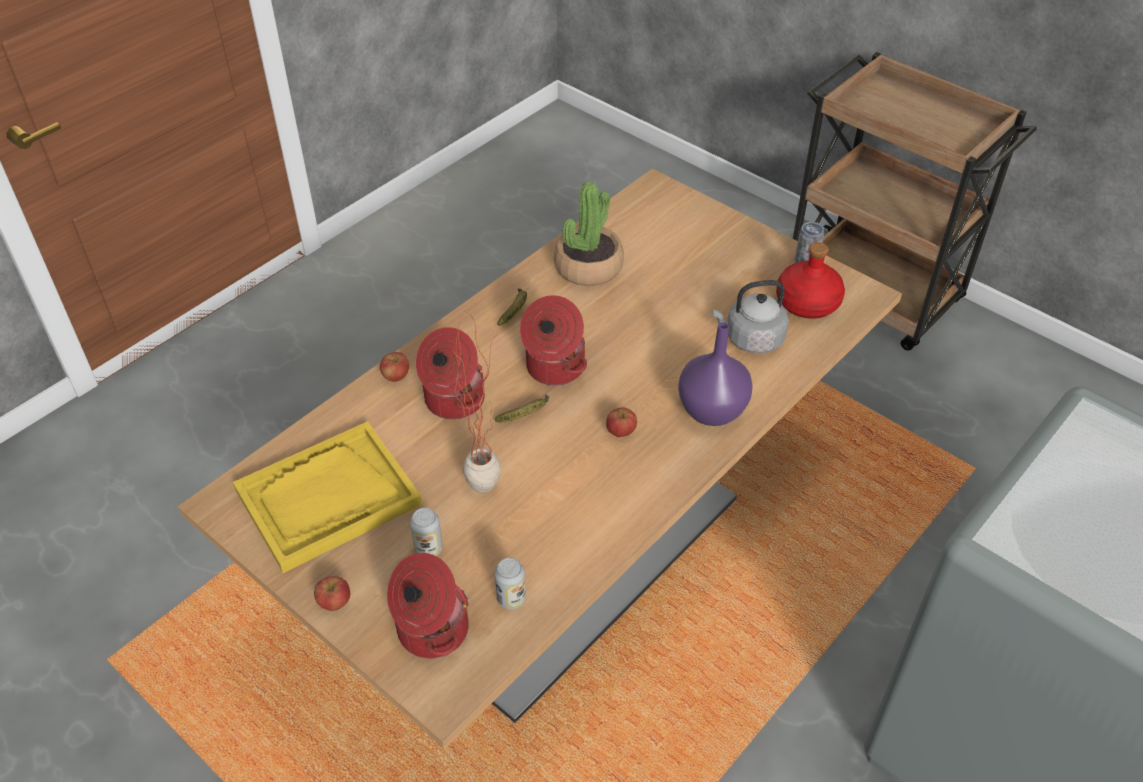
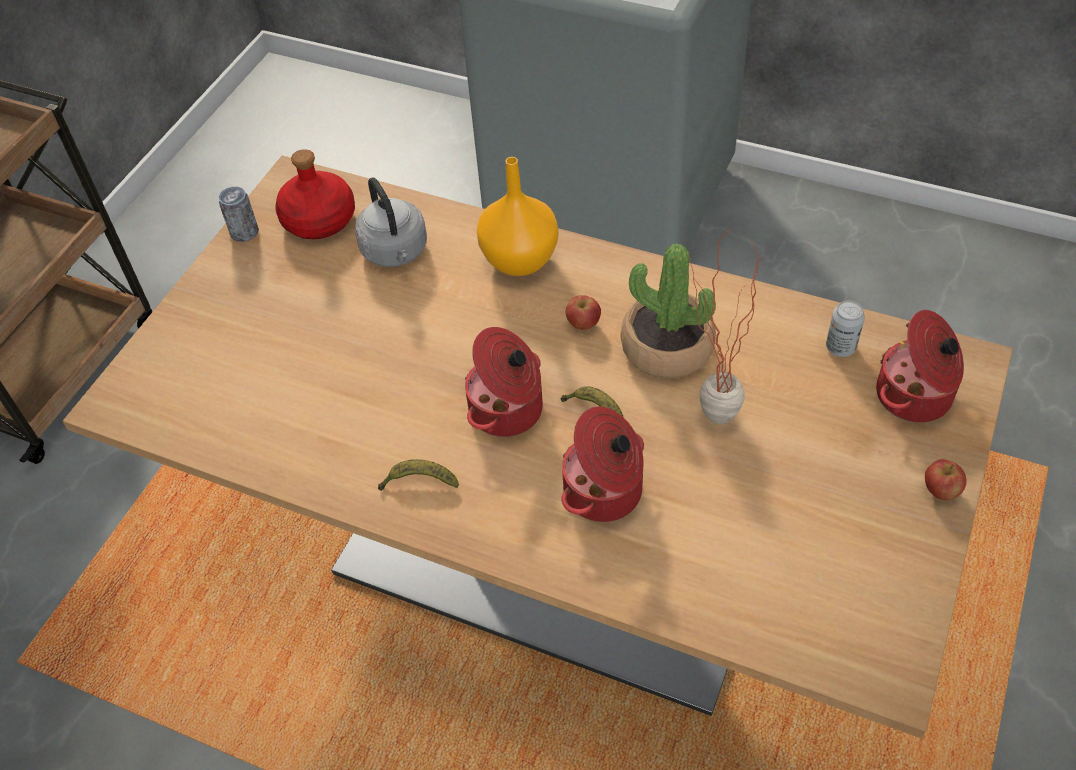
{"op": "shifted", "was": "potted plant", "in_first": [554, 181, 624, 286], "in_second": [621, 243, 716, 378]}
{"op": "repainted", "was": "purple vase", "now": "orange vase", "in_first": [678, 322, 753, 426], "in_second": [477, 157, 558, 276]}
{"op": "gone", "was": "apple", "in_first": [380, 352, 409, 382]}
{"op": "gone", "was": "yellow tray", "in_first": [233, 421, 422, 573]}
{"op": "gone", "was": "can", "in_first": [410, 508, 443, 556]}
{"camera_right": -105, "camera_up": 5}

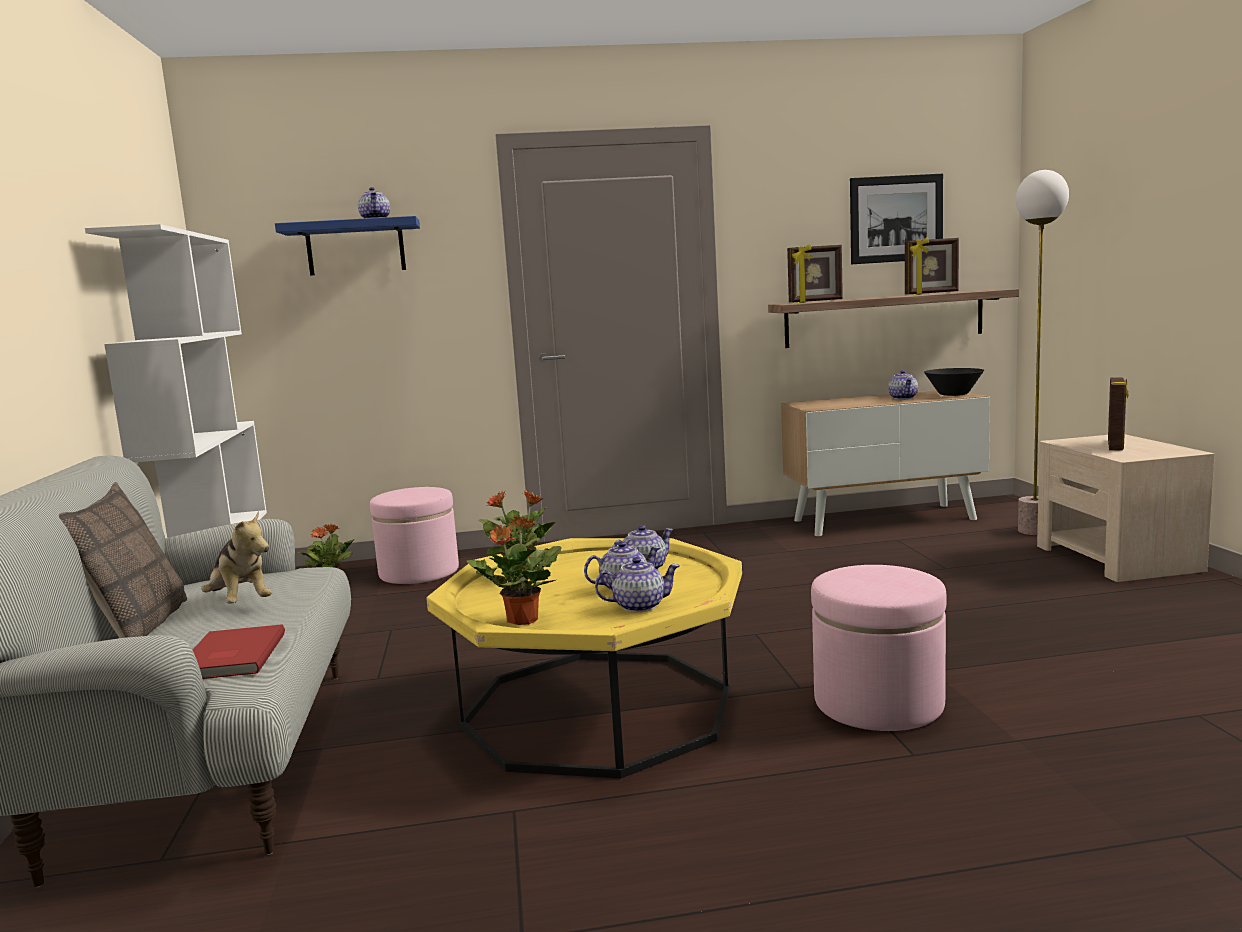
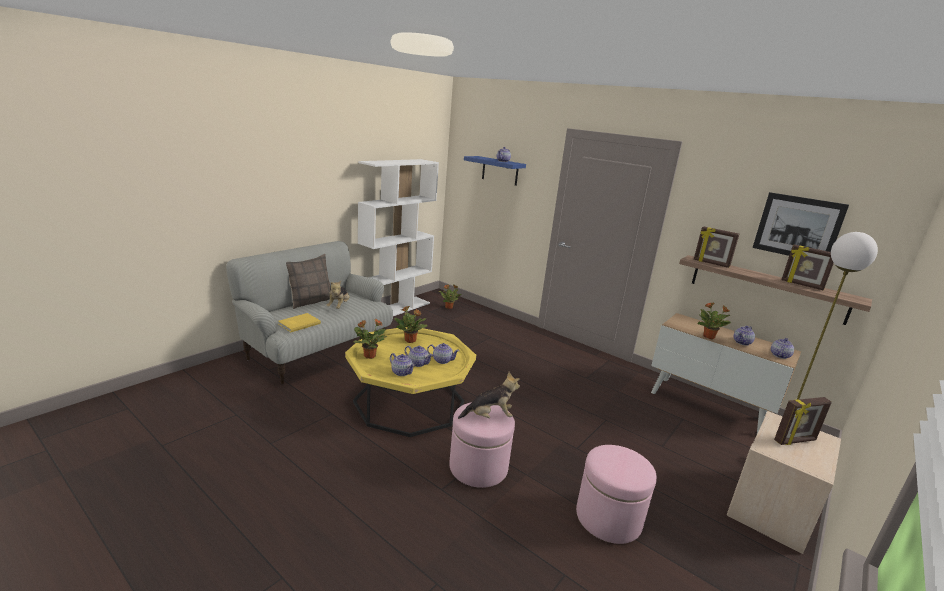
{"op": "swapped", "was": "black bowl", "now": "teapot", "in_first": [924, 368, 984, 396], "in_second": [771, 338, 794, 359]}
{"op": "shifted", "was": "pink ottoman", "in_first": [370, 487, 459, 584], "in_second": [576, 445, 657, 544]}
{"op": "repainted", "was": "red book", "now": "yellow book", "in_first": [193, 624, 285, 679], "in_second": [278, 313, 321, 332]}
{"op": "new", "now": "potted plant", "in_second": [697, 302, 730, 339]}
{"op": "new", "now": "plush toy", "in_second": [458, 372, 520, 419]}
{"camera_right": 45, "camera_up": 10}

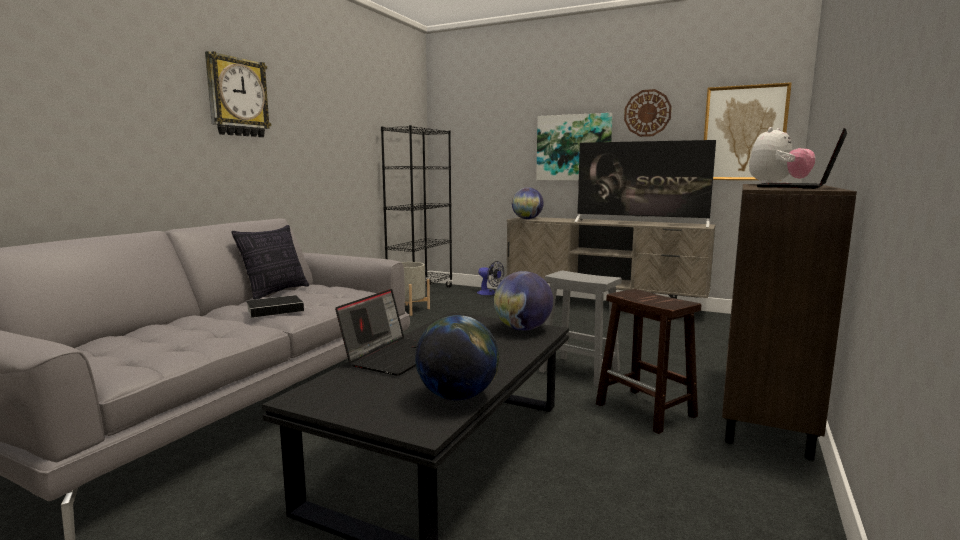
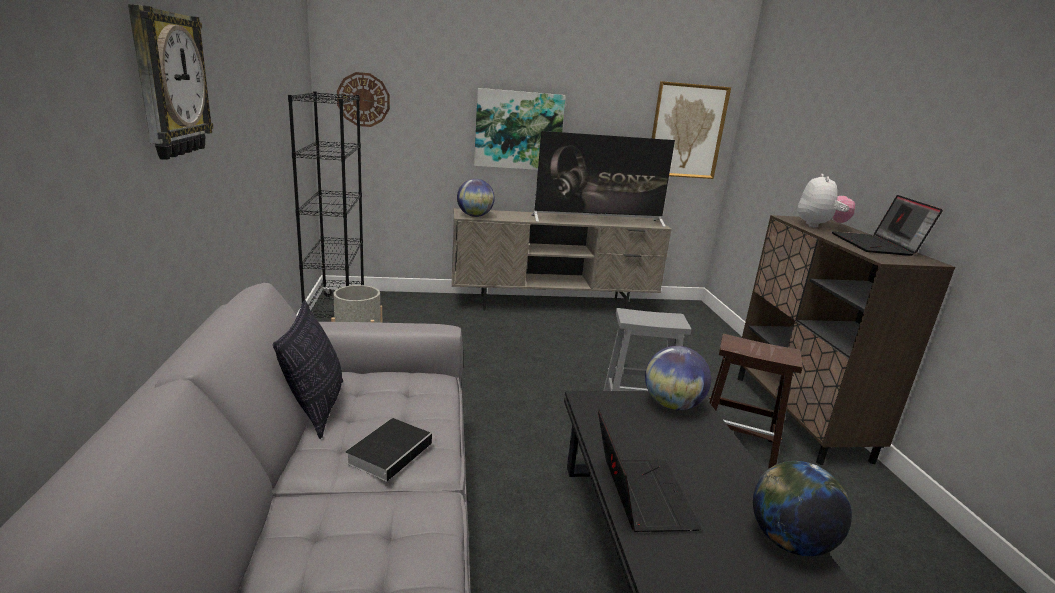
{"op": "shifted", "was": "wall clock", "in_first": [624, 89, 672, 137], "in_second": [337, 72, 390, 127]}
{"op": "gone", "was": "fan", "in_first": [477, 261, 504, 295]}
{"camera_right": -35, "camera_up": 10}

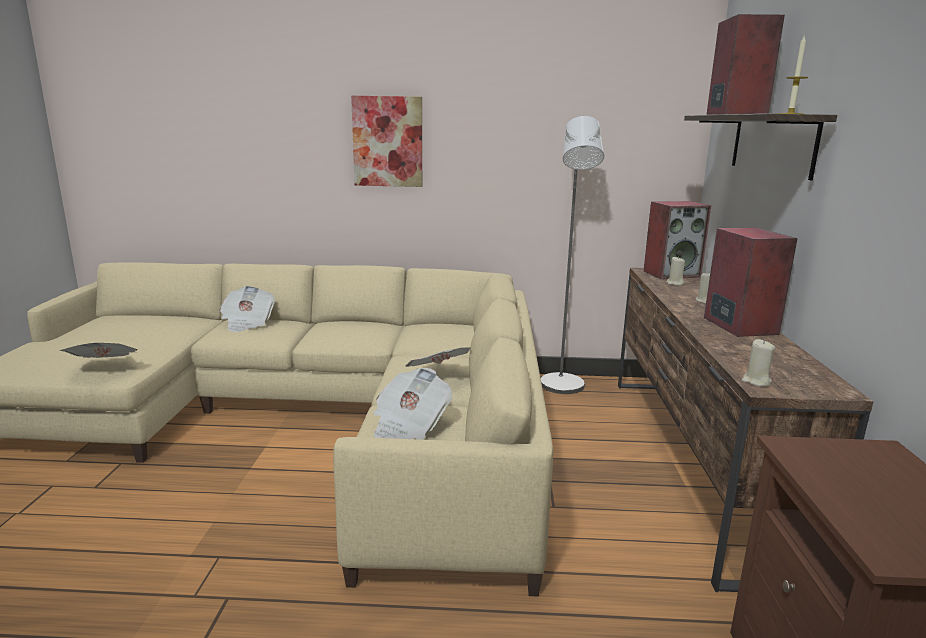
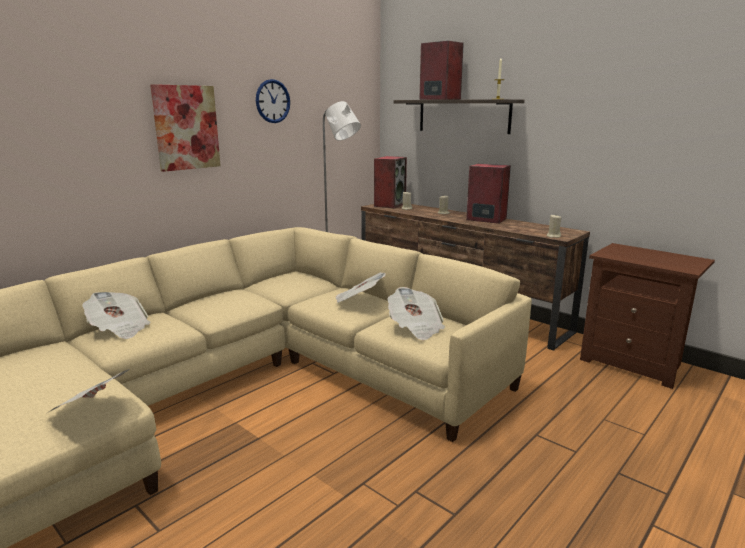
{"op": "new", "now": "wall clock", "in_second": [256, 79, 290, 123]}
{"camera_right": -50, "camera_up": 0}

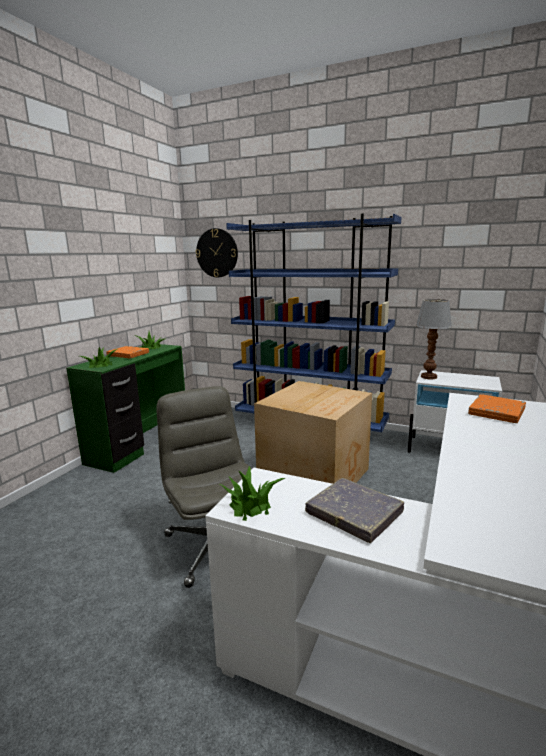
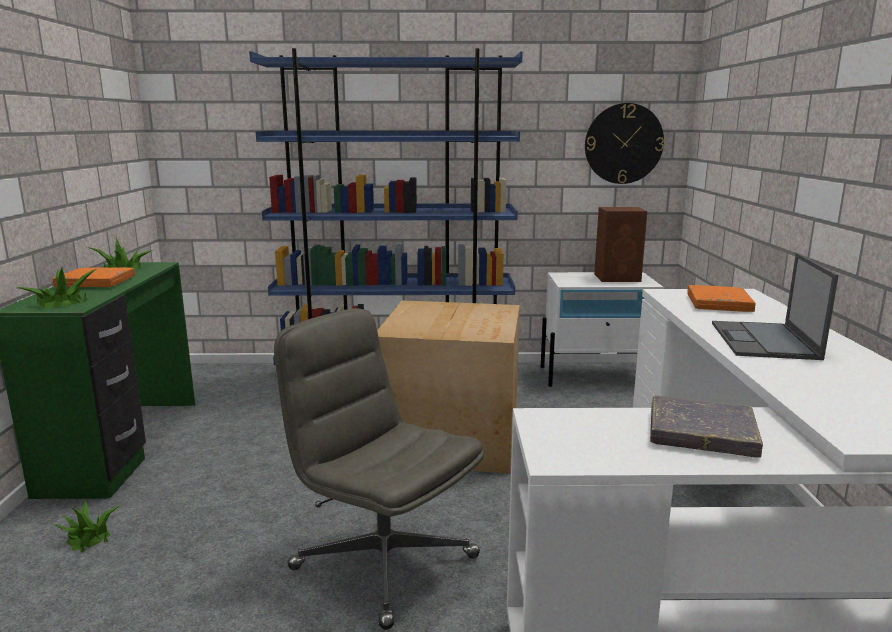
{"op": "shifted", "was": "wall clock", "in_first": [196, 228, 238, 277], "in_second": [585, 103, 664, 184]}
{"op": "gone", "was": "table lamp", "in_first": [416, 299, 452, 379]}
{"op": "shifted", "was": "potted plant", "in_first": [220, 466, 285, 521], "in_second": [53, 500, 121, 553]}
{"op": "new", "now": "brown speaker", "in_second": [594, 207, 647, 282]}
{"op": "new", "now": "laptop", "in_second": [712, 253, 839, 360]}
{"camera_right": -25, "camera_up": 0}

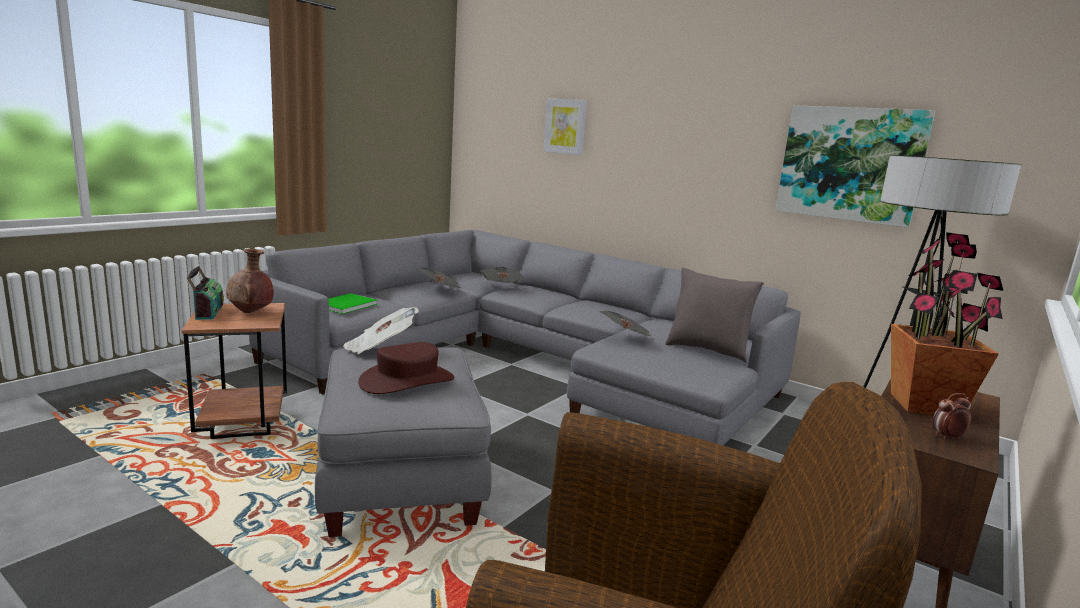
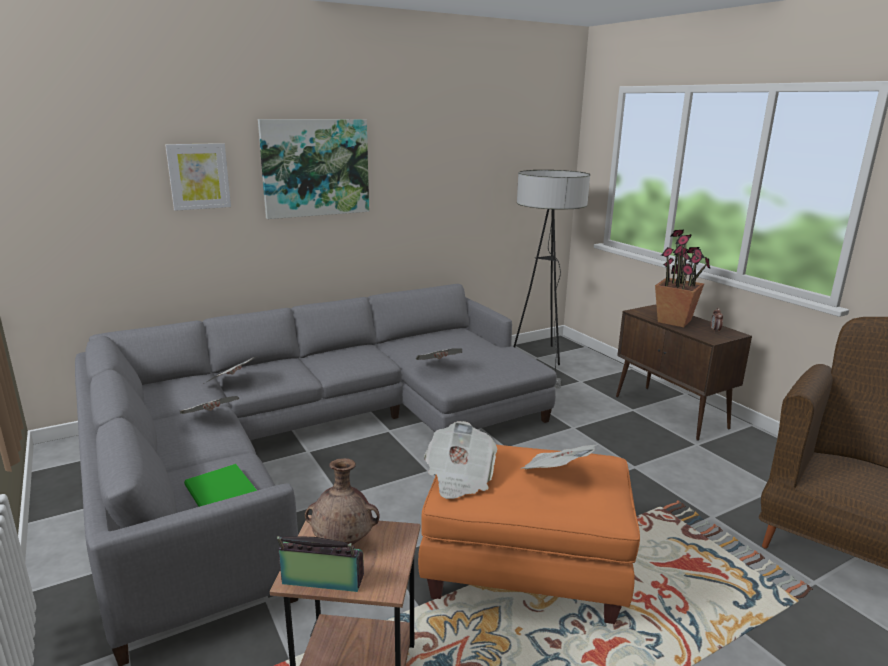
{"op": "shifted", "was": "picture", "in_first": [775, 105, 935, 228], "in_second": [258, 119, 369, 219]}
{"op": "gone", "was": "grey pillow", "in_first": [665, 267, 764, 363]}
{"op": "swapped", "was": "brown hat", "now": "newspaper", "in_first": [358, 342, 454, 394], "in_second": [520, 444, 598, 469]}
{"op": "repainted", "was": "grey ottoman", "now": "orange ottoman", "in_first": [315, 347, 492, 537], "in_second": [418, 445, 640, 624]}
{"camera_right": -65, "camera_up": 5}

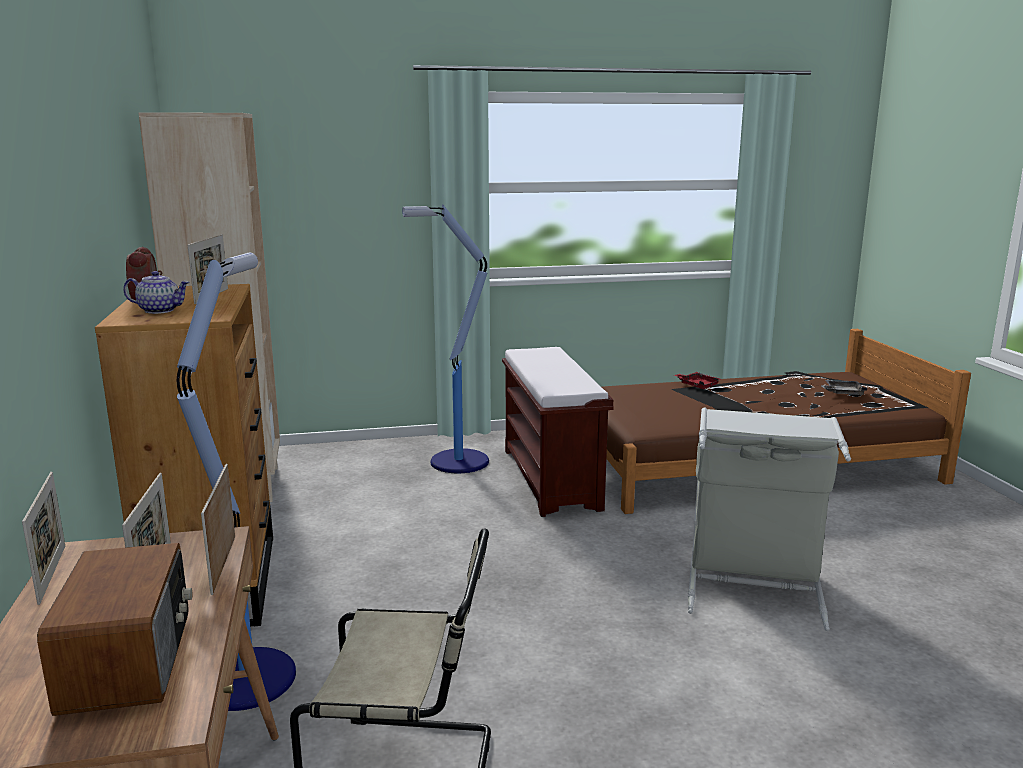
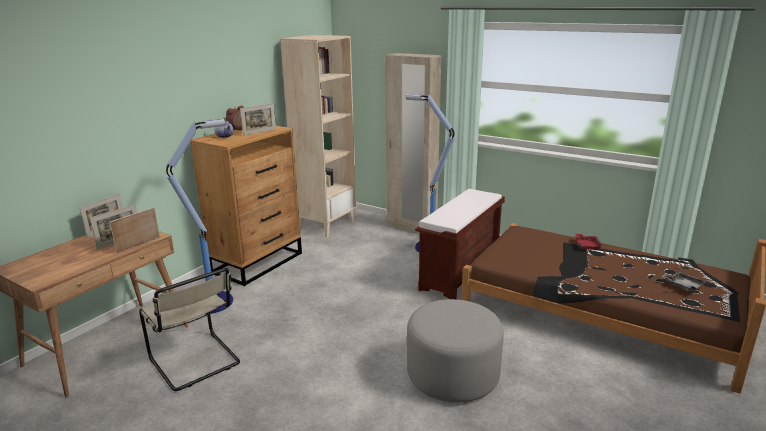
{"op": "swapped", "was": "grey laundry basket", "now": "grey ottoman", "in_first": [687, 408, 851, 631], "in_second": [407, 299, 504, 403]}
{"op": "gone", "was": "radio", "in_first": [37, 543, 192, 716]}
{"op": "new", "now": "beige wardrobe", "in_second": [385, 53, 441, 233]}
{"camera_right": 45, "camera_up": 5}

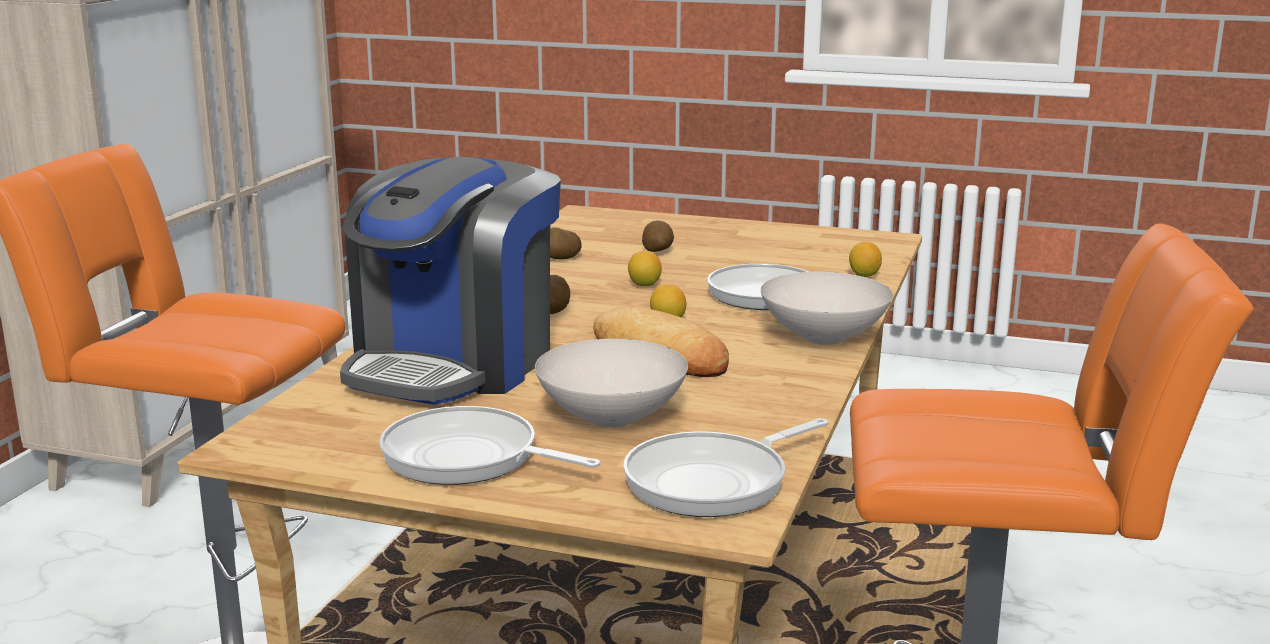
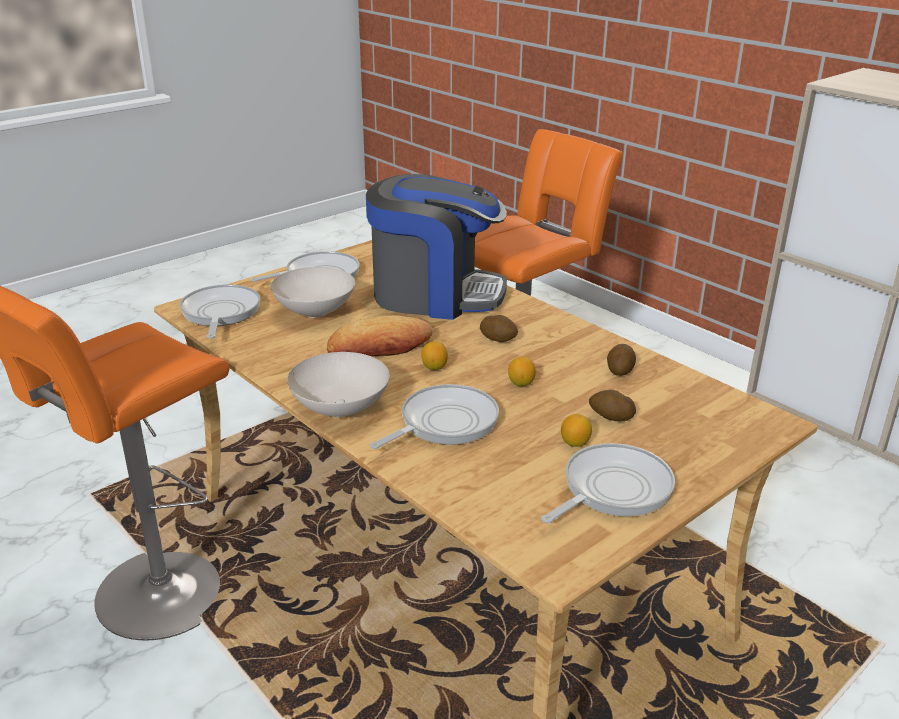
{"op": "rotated", "was": "coffee machine", "in_first": [340, 157, 561, 405], "in_second": [366, 174, 507, 320], "clockwise": 135}
{"op": "shifted", "was": "lemon", "in_first": [849, 242, 882, 277], "in_second": [561, 414, 592, 447]}
{"op": "new", "now": "frying pan", "in_second": [541, 443, 675, 524]}
{"camera_right": 120, "camera_up": 10}

